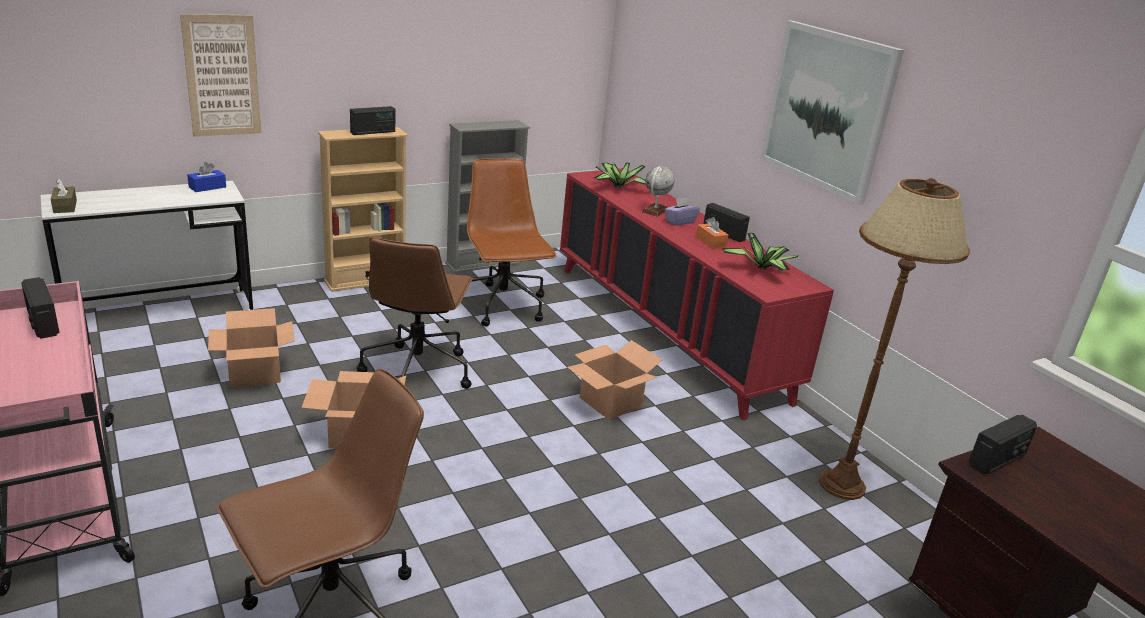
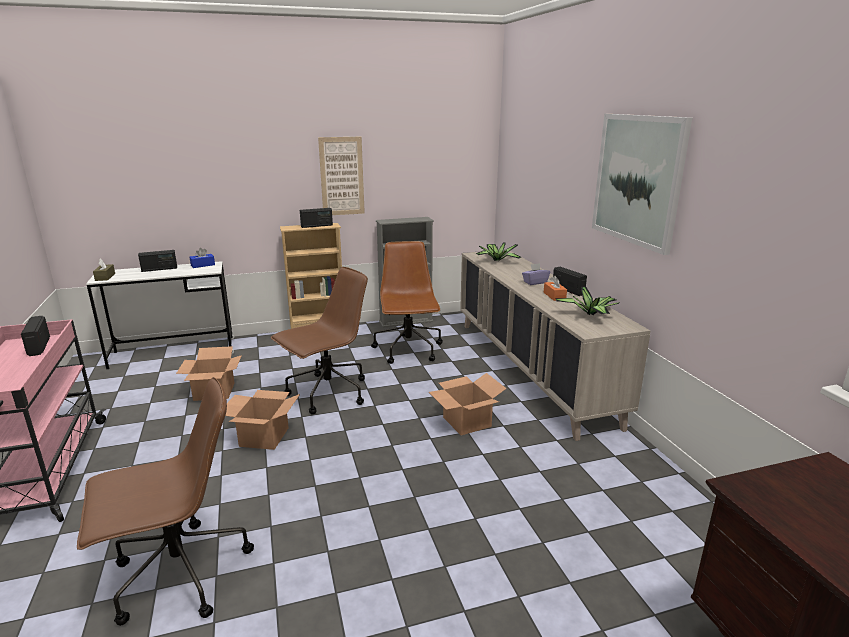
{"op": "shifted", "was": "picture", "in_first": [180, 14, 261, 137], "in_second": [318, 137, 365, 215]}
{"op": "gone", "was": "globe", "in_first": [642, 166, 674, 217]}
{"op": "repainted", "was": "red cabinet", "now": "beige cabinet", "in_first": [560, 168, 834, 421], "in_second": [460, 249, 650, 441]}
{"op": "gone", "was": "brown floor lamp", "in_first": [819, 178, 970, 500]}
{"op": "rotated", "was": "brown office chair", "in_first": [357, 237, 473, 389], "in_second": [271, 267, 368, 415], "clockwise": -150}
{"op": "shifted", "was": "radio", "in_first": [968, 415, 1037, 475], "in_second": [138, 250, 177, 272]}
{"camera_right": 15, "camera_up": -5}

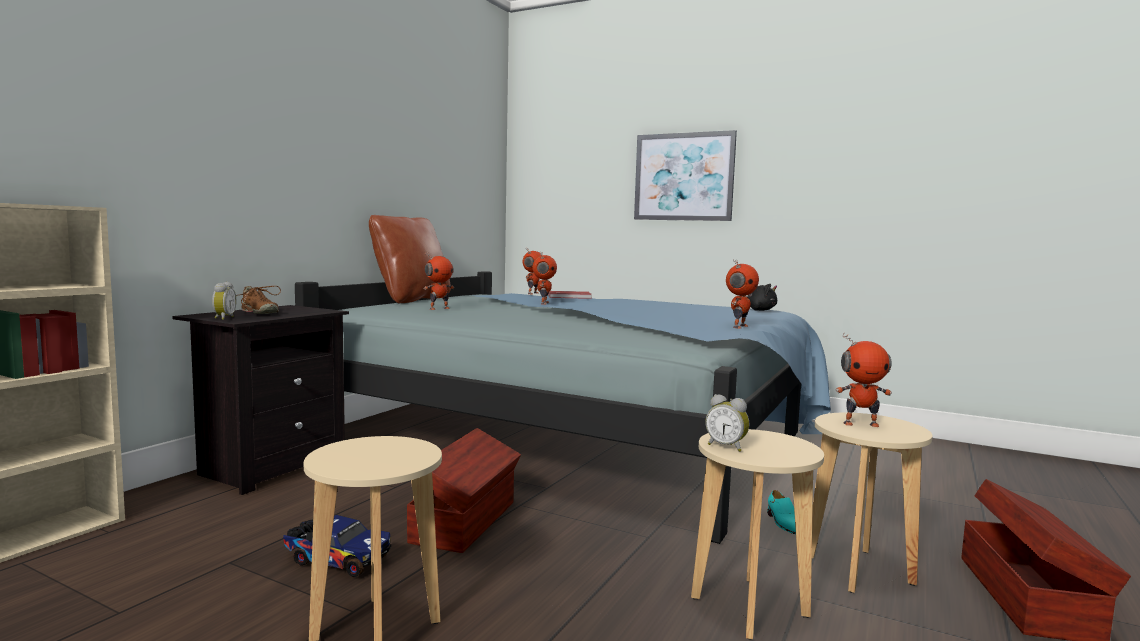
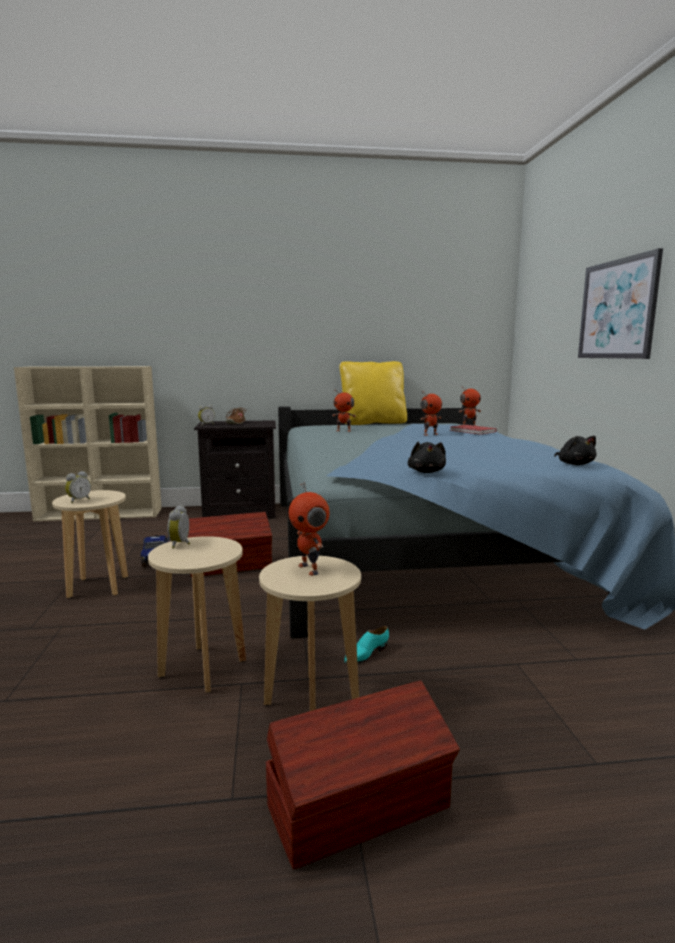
{"op": "repainted", "was": "brown pillow", "now": "yellow pillow", "in_first": [369, 215, 451, 304], "in_second": [340, 361, 407, 425]}
{"op": "swapped", "was": "toy robot", "now": "black plush toy", "in_first": [726, 259, 759, 329], "in_second": [408, 441, 446, 473]}
{"op": "new", "now": "alarm clock", "in_second": [65, 471, 91, 503]}
{"camera_right": 55, "camera_up": 5}

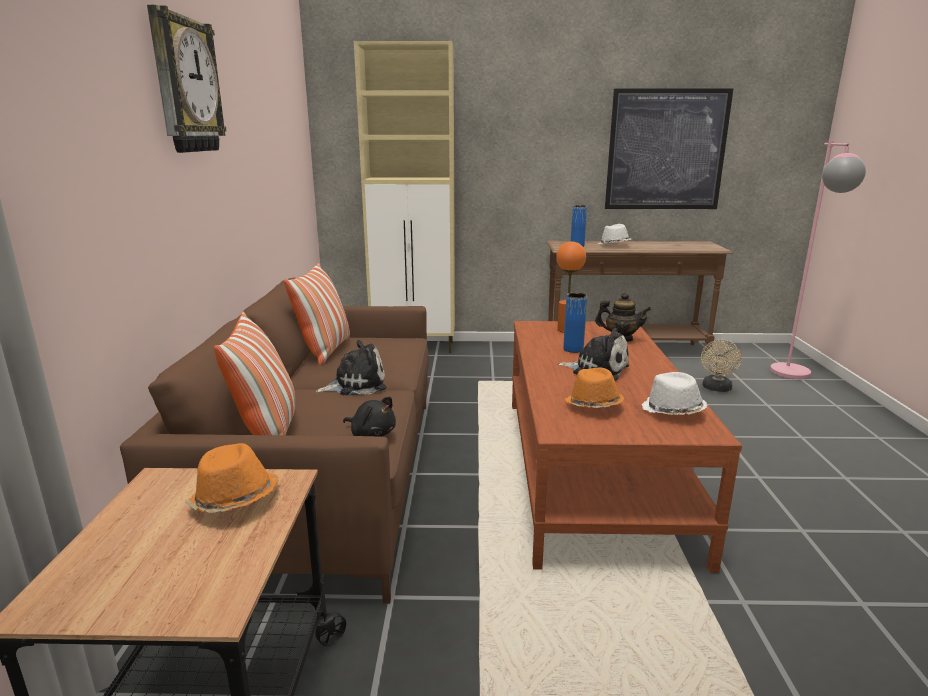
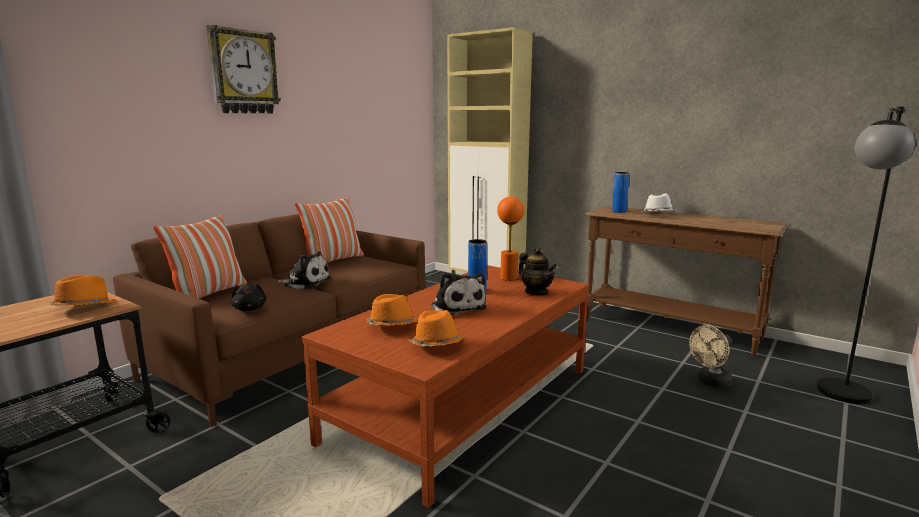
{"op": "gone", "was": "picture", "in_first": [605, 88, 734, 209]}
{"op": "repainted", "was": "pink floor lamp", "now": "black floor lamp", "in_first": [770, 141, 866, 379], "in_second": [817, 107, 915, 404]}
{"op": "repainted", "was": "white hat", "now": "orange hat", "in_first": [642, 372, 708, 415], "in_second": [408, 310, 464, 346]}
{"camera_right": 35, "camera_up": -5}

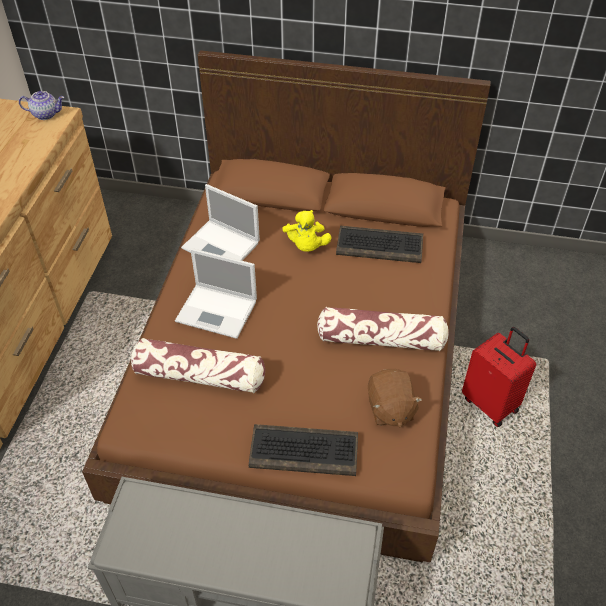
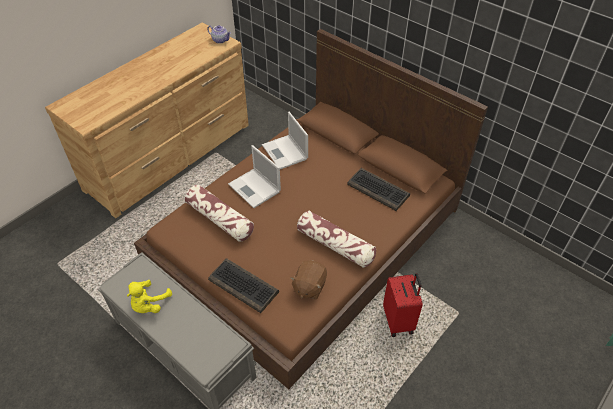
{"op": "shifted", "was": "yellow plush toy", "in_first": [282, 210, 331, 252], "in_second": [127, 280, 172, 313]}
{"camera_right": 30, "camera_up": 0}

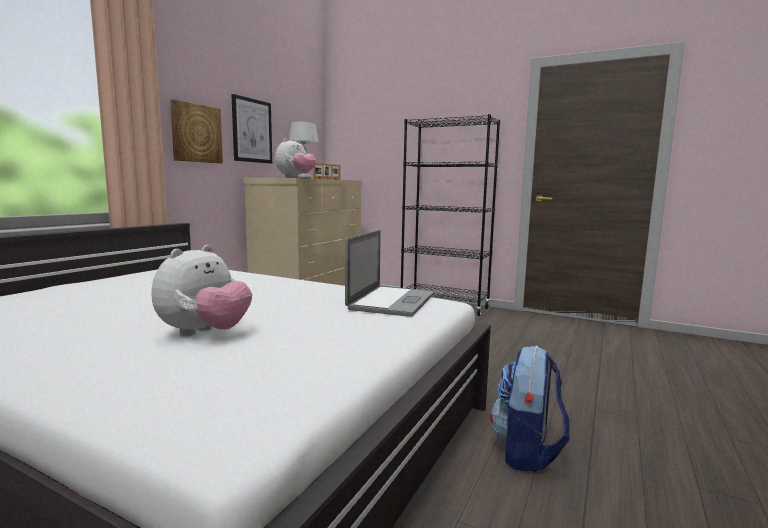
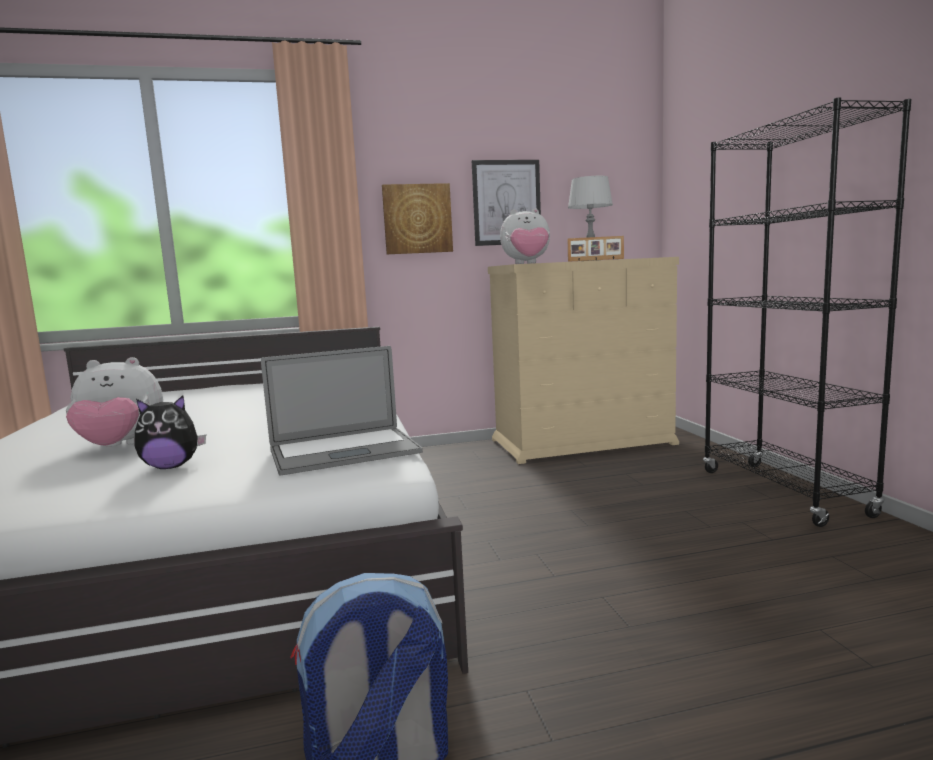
{"op": "new", "now": "plush toy", "in_second": [134, 395, 206, 469]}
{"camera_right": 50, "camera_up": 0}

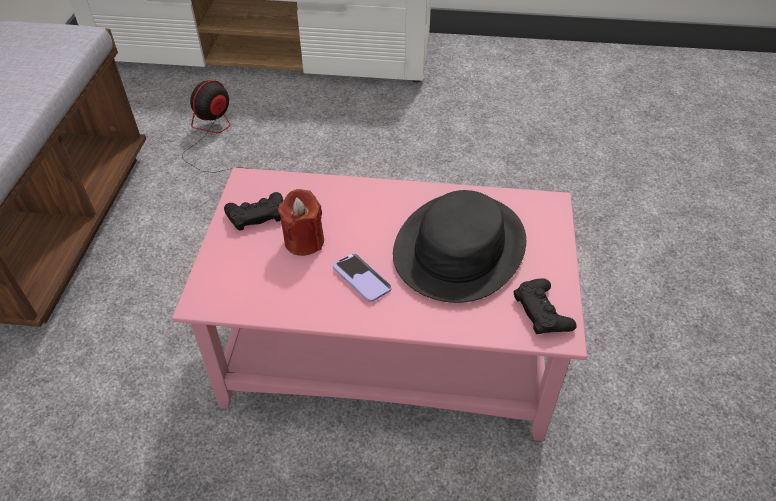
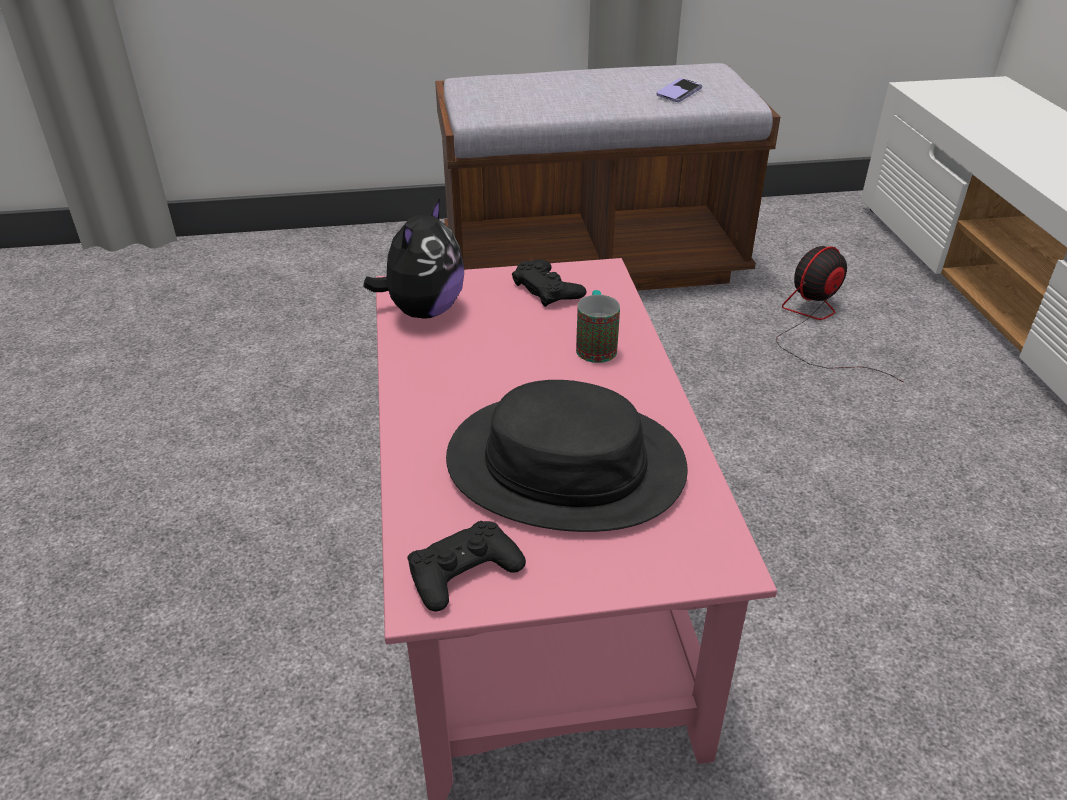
{"op": "rotated", "was": "fan", "in_first": [182, 80, 251, 173], "in_second": [776, 246, 904, 383], "clockwise": -60}
{"op": "gone", "was": "red candle", "in_first": [278, 189, 324, 256]}
{"op": "shifted", "was": "phone", "in_first": [333, 253, 392, 302], "in_second": [656, 78, 702, 102]}
{"op": "new", "now": "plush toy", "in_second": [363, 198, 464, 319]}
{"op": "new", "now": "mug", "in_second": [576, 290, 620, 363]}
{"camera_right": 75, "camera_up": -10}

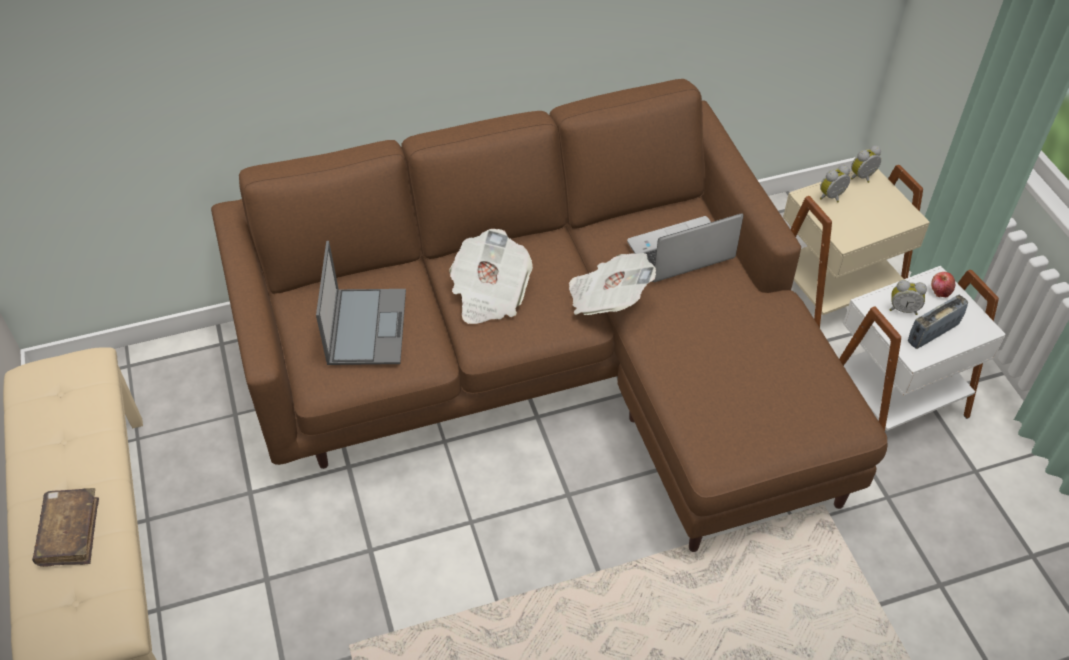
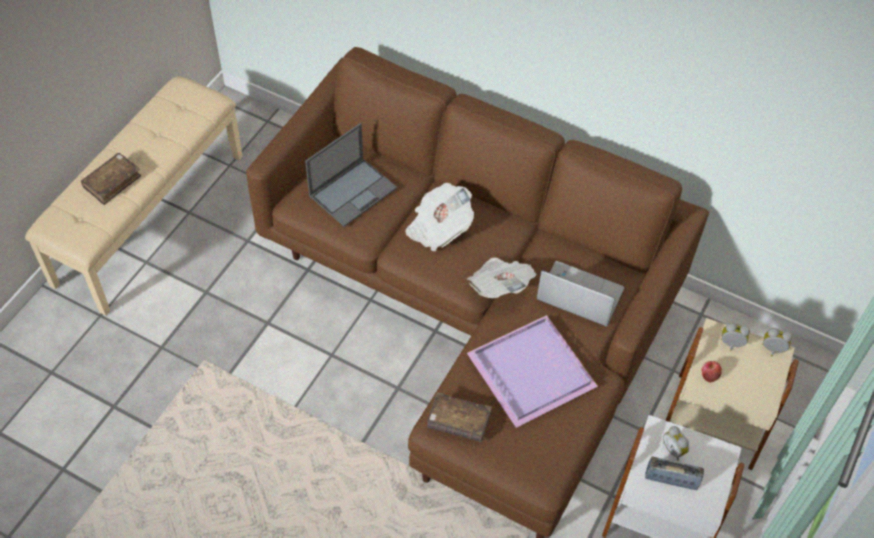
{"op": "shifted", "was": "apple", "in_first": [931, 272, 955, 297], "in_second": [702, 361, 722, 382]}
{"op": "new", "now": "purple tray", "in_second": [467, 315, 598, 428]}
{"op": "new", "now": "brown book", "in_second": [427, 392, 492, 442]}
{"camera_right": 45, "camera_up": 5}

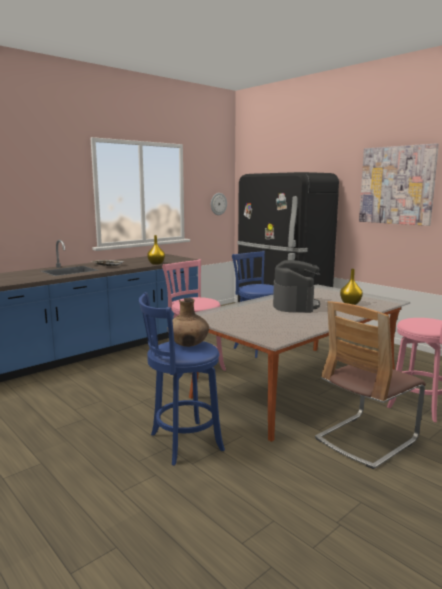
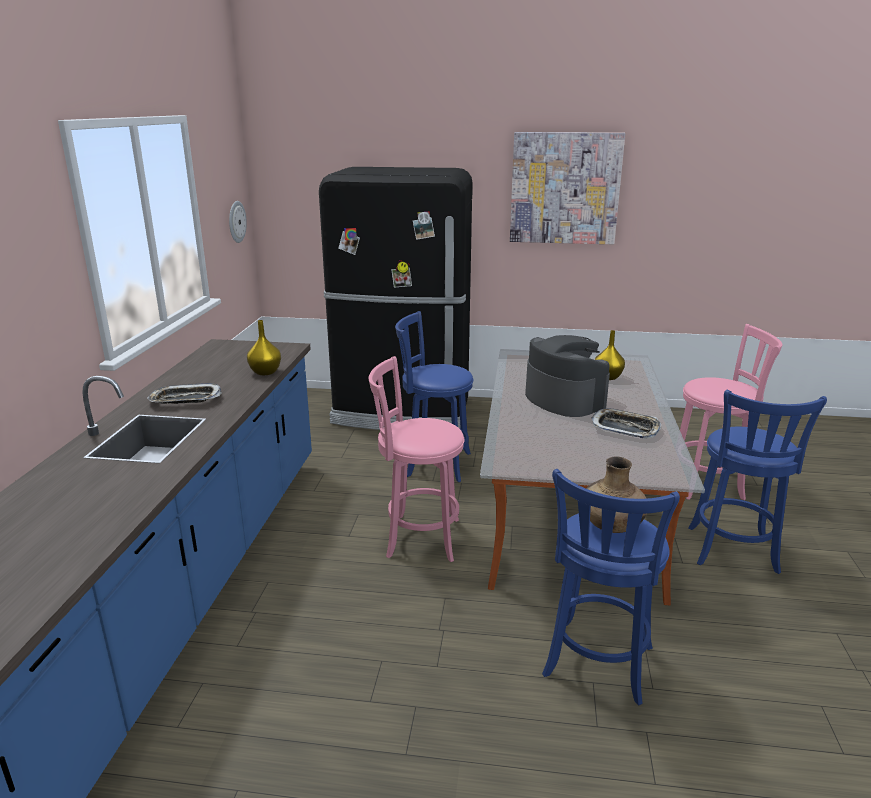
{"op": "swapped", "was": "chair", "now": "blue stool", "in_first": [315, 301, 426, 469], "in_second": [688, 390, 827, 574]}
{"op": "new", "now": "tray", "in_second": [592, 408, 661, 439]}
{"camera_right": -40, "camera_up": 10}

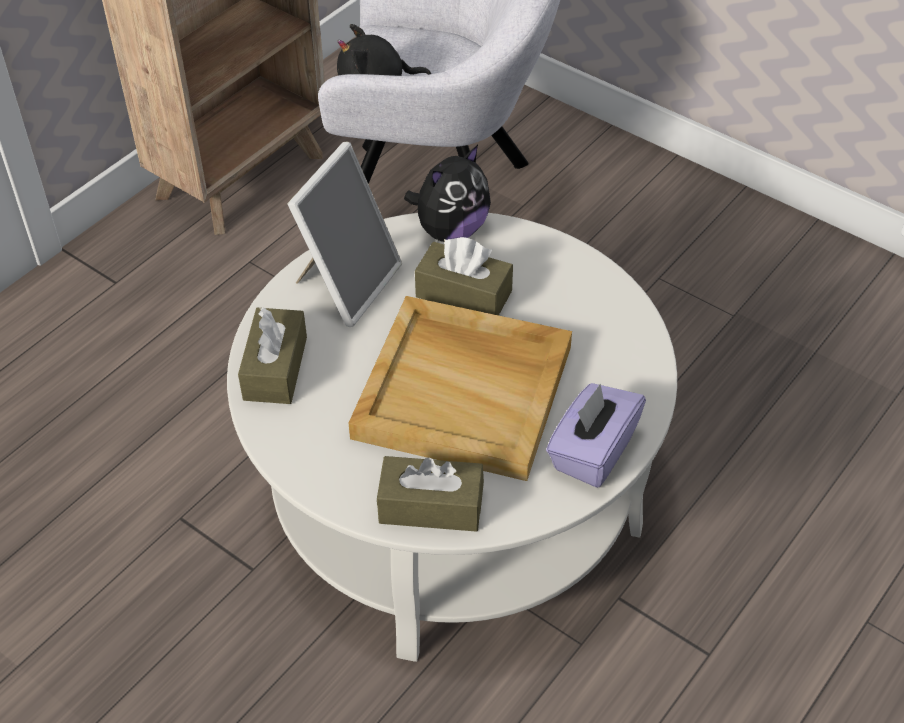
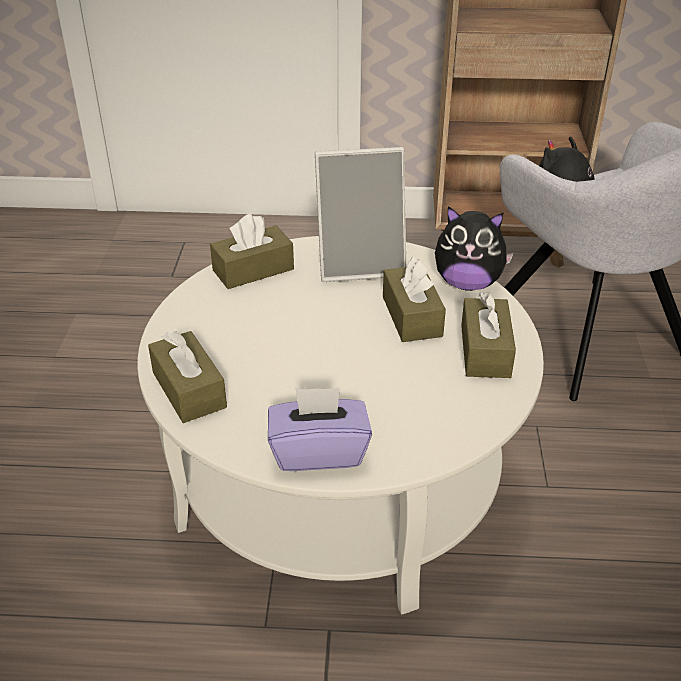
{"op": "gone", "was": "beige tray", "in_first": [348, 296, 572, 481]}
{"op": "new", "now": "brown tissue box", "in_second": [461, 291, 516, 378]}
{"camera_right": 55, "camera_up": -10}

